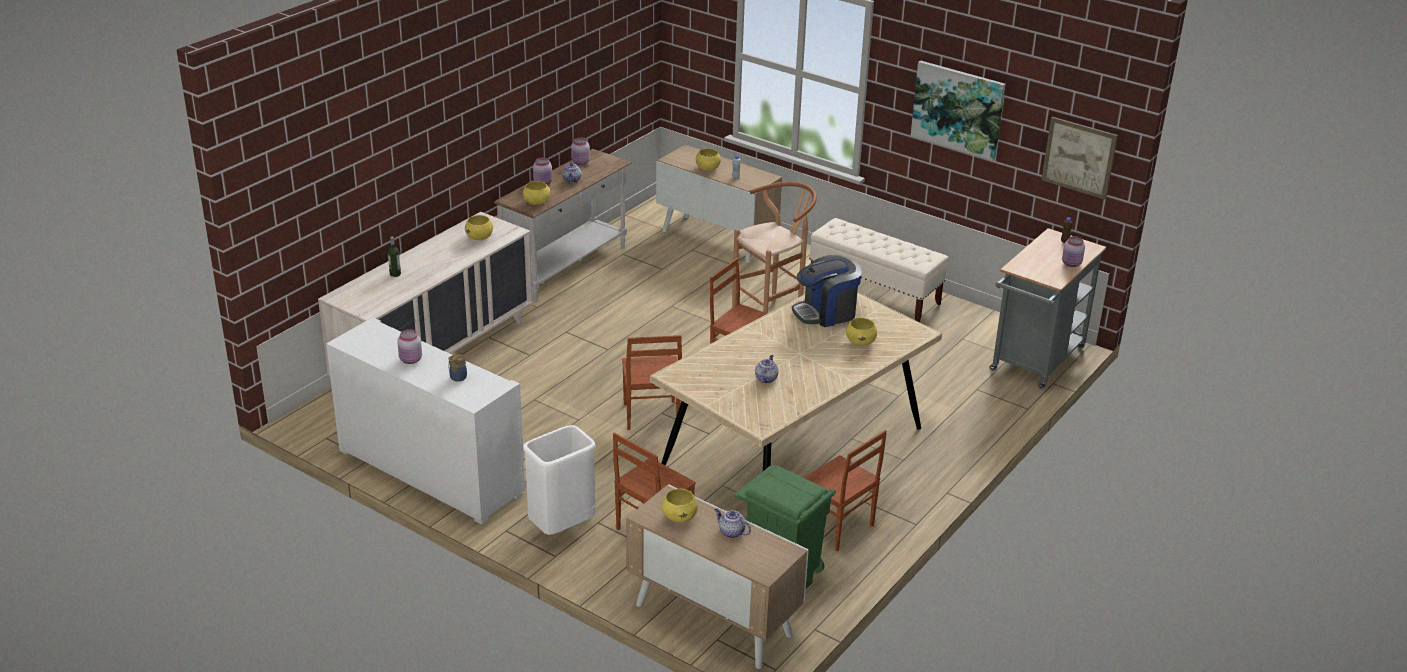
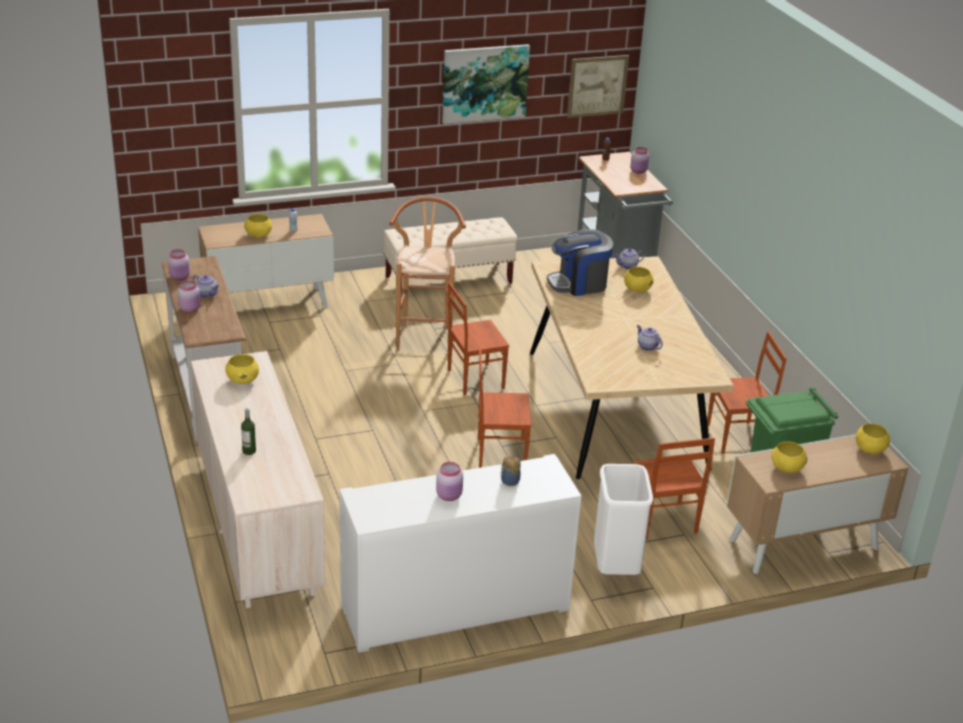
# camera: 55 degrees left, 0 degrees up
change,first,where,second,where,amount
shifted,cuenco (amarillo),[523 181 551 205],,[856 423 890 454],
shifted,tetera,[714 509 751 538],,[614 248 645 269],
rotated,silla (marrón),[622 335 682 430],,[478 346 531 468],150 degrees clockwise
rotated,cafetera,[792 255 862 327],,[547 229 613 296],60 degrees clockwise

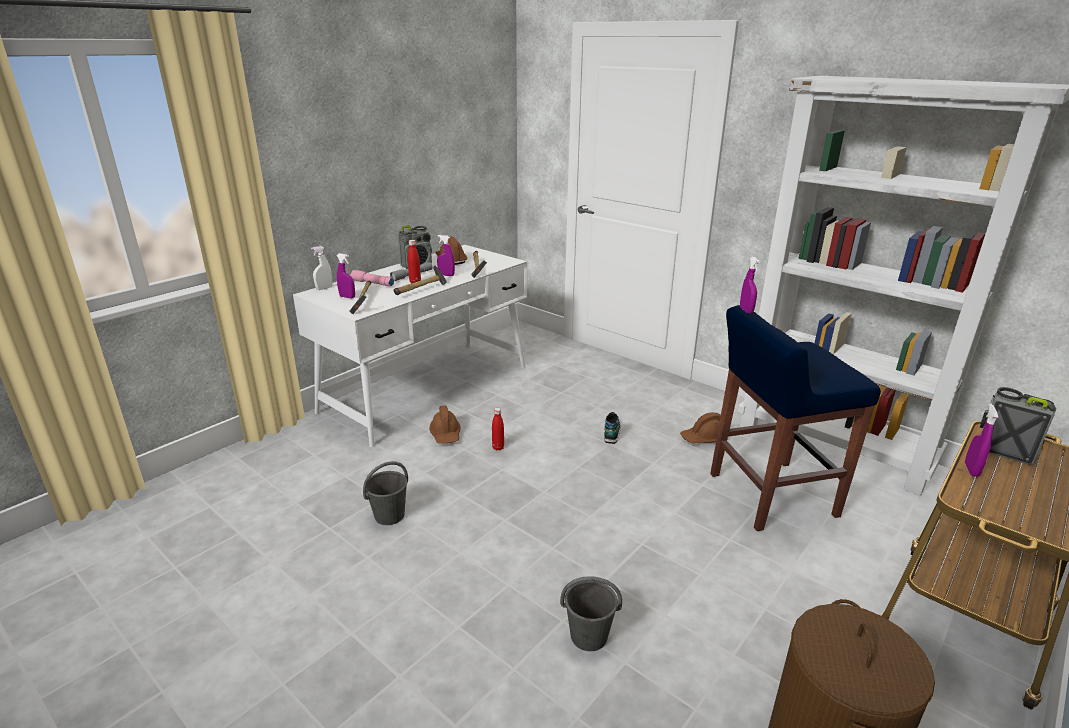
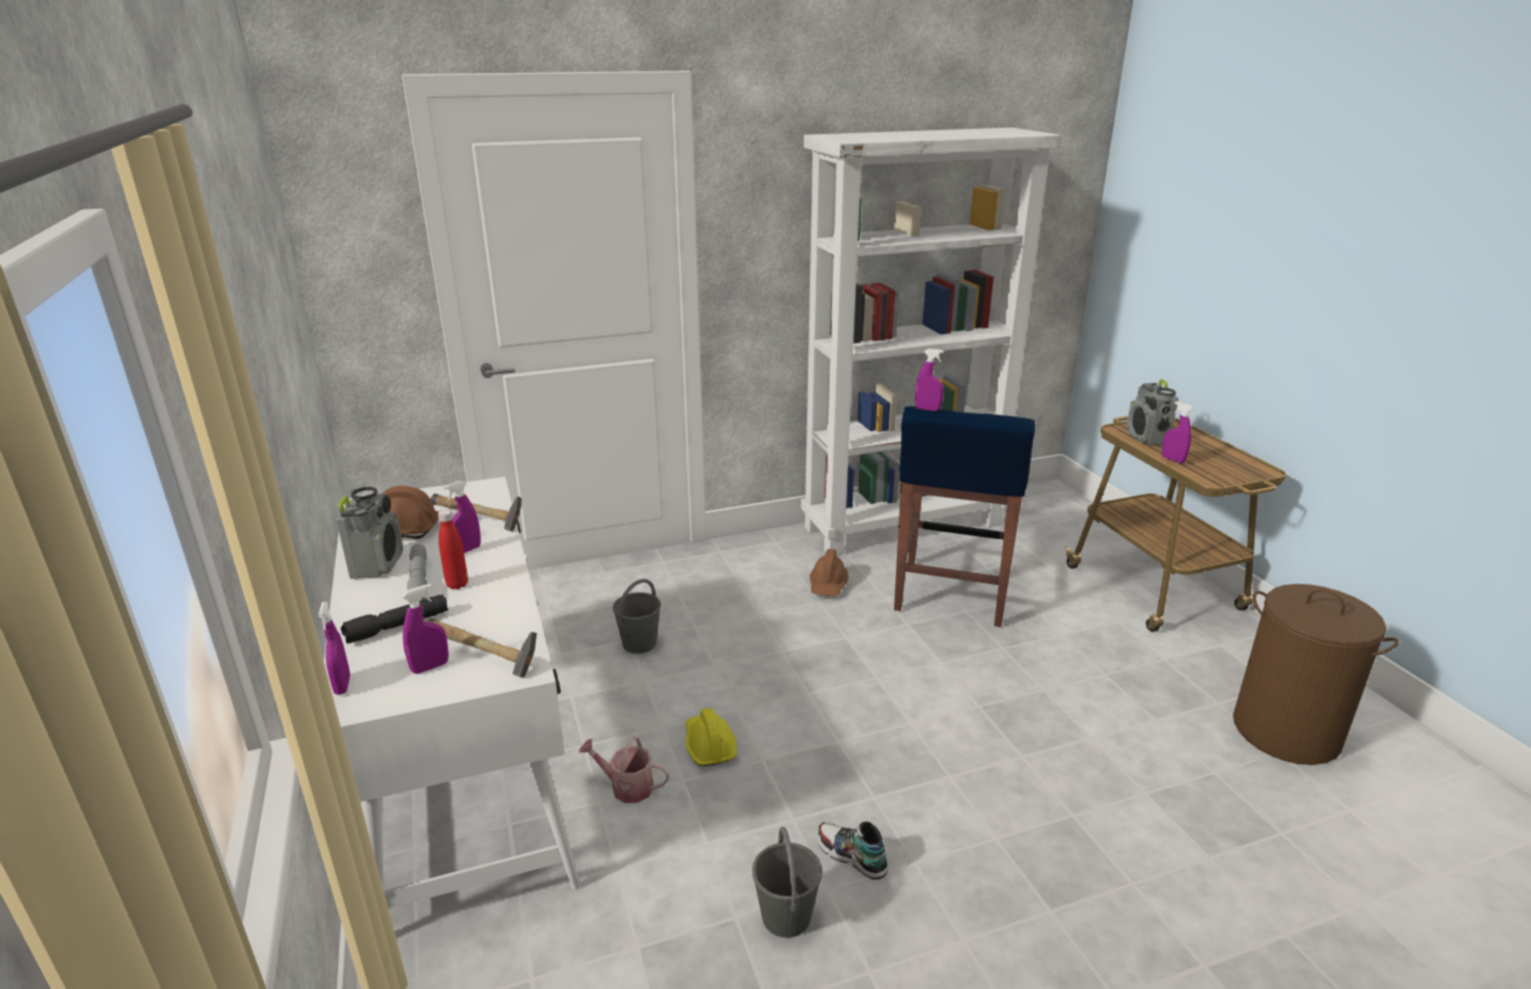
# camera: 60 degrees left, 0 degrees up
change,first,where,second,where,amount
gone,martillo,[394 265 447 295],,,
shifted,cubo (gris),[560 576 622 651],,[613 579 661 654],
shifted,zapato,[604 412 621 444],,[818 821 888 880],
swapped,casco (marrón),[429 405 461 444],regadera,[578 737 670 803],
swapped,botella (rojo),[492 408 504 451],casco (amarillo),[685 708 737 766],
repainted,pulverizador (blanco),[311 246 332 290],pulverizador (morado),[318 601 350 695],
repainted,linterna (rosa),[350 270 394 286],linterna (negro),[341 594 448 644],
rotated,radio,[980 387 1056 465],,[1126 379 1179 445],75 degrees counterclockwise

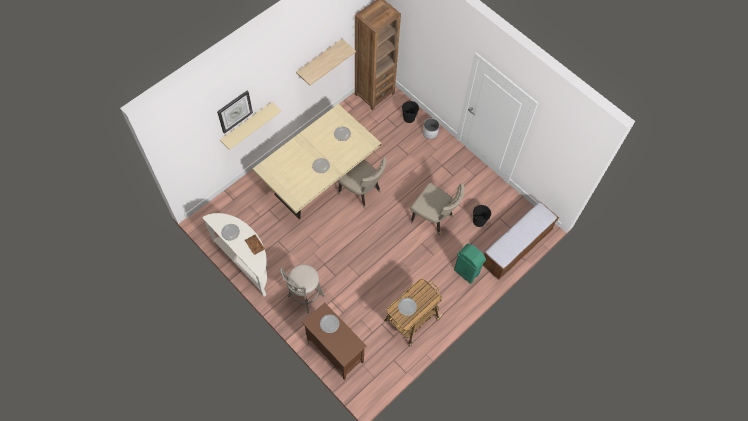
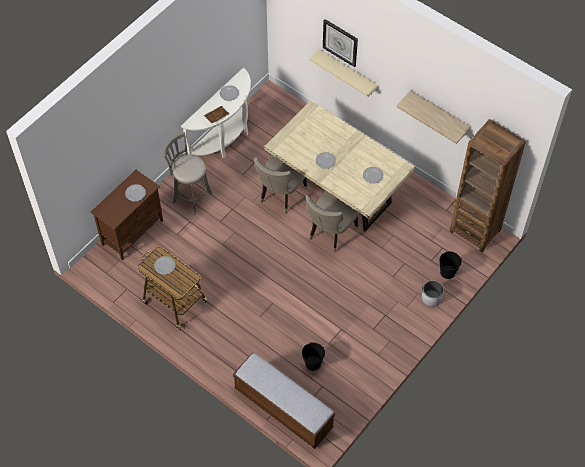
# camera: 85 degrees right, 5 degrees down
change,first,where,second,where,amount
gone,papelera (verde),[454 244 486 284],,,
shifted,silla (beis),[410 183 464 235],,[254 155 307 213],

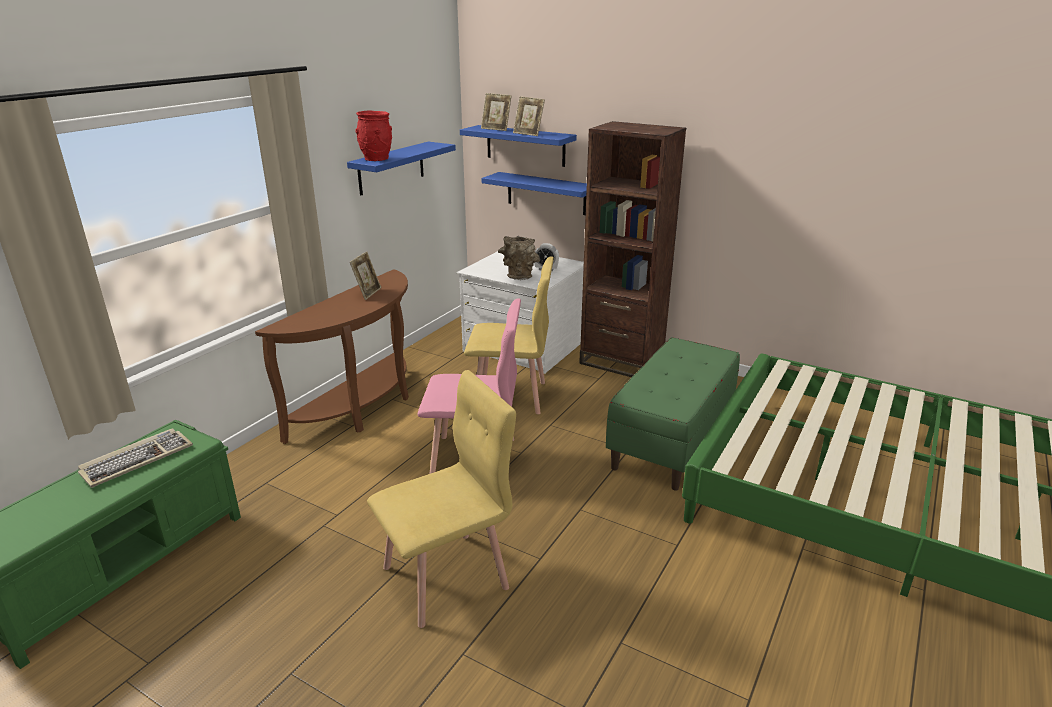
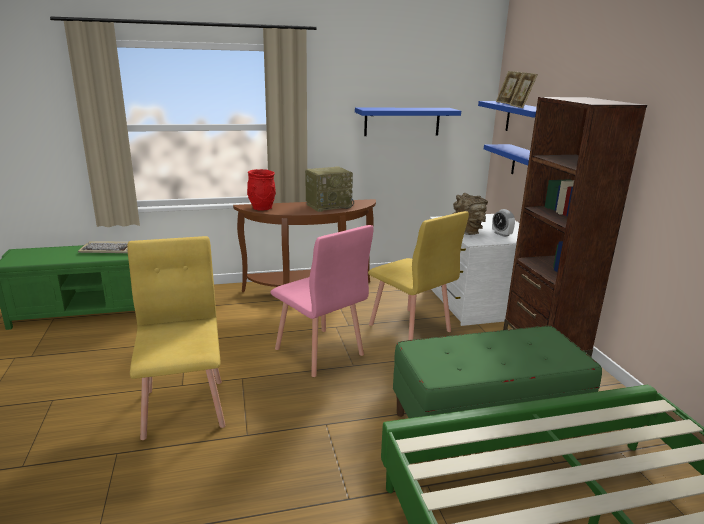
# camera: 45 degrees right, 5 degrees down
change,first,where,second,where,amount
shifted,florero (rojo),[355 110 392 161],,[247 169 276 211],
swapped,portarretratos,[350 252 381 300],radio,[305 166 354 212],
rotated,silla (amarillo),[367 370 516 628],,[127 236 226 440],120 degrees counterclockwise

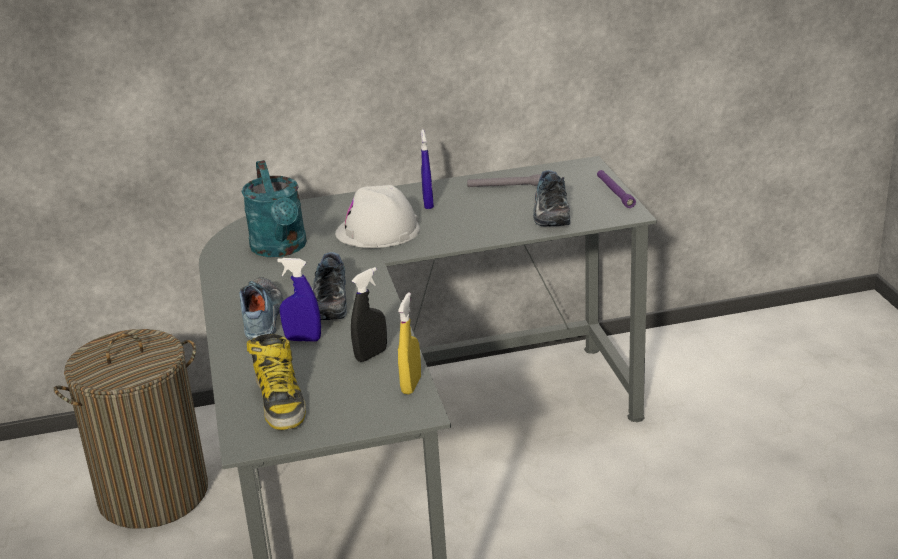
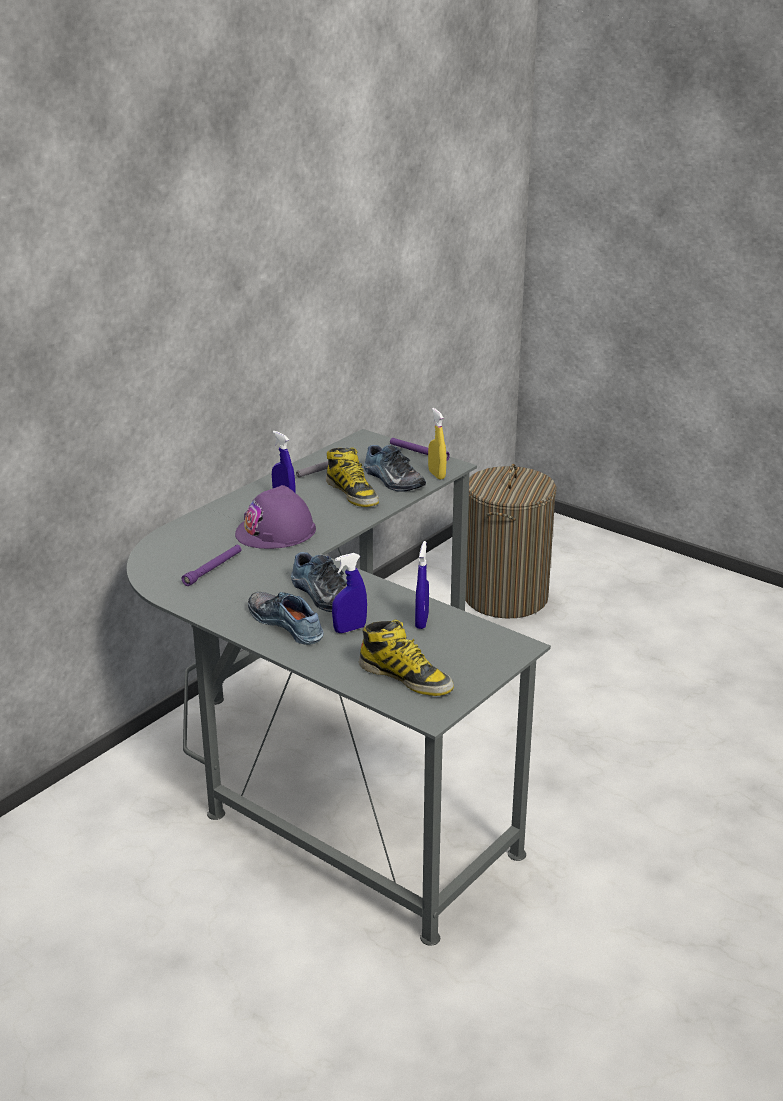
# camera: 40 degrees left, 0 degrees up
change,first,where,second,where,amount
new,,,bota,[326 447 379 507],
shifted,cesto de la ropa,[54 329 208 529],,[465 464 557 619],
shifted,pulverizador (amarillo),[398 292 421 394],,[428 408 446 480],
swapped,regadera (turquesa),[241 160 307 257],linterna (morado),[182 545 241 586],
repainted,casco (blanco),[335 185 420 248],casco (morado),[235 485 316 549],
repainted,pulverizador (negro),[351 267 387 362],pulverizador (azul),[415 541 429 629],

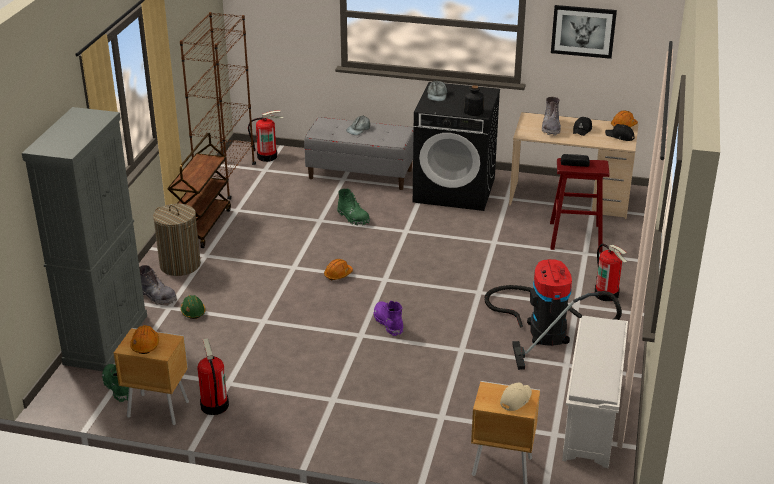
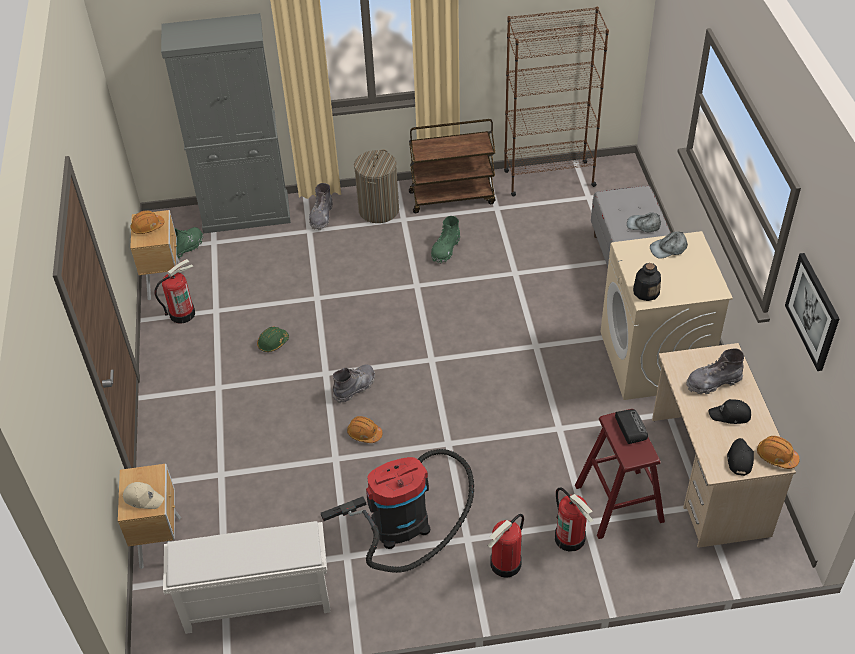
# camera: 70 degrees right, 15 degrees up
change,first,where,second,where,amount
shifted,casco (verde),[181 295 206 319],,[257 327 289 352],
shifted,extintor,[248 110 283 162],,[555 487 594 552],
shifted,casco (naranja),[324 259 353 281],,[347 416 383 443],
shifted,bota (verde),[337 188 370 225],,[431 216 460 264],
repainted,bota (morado),[374 301 404 336],bota (gris),[332 364 375 404],
repainted,lavadora (negro),[413 82 500 211],lavadora (beis),[600 231 733 400],

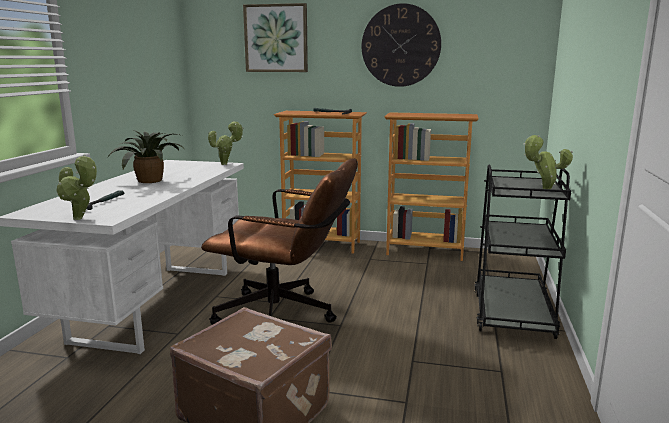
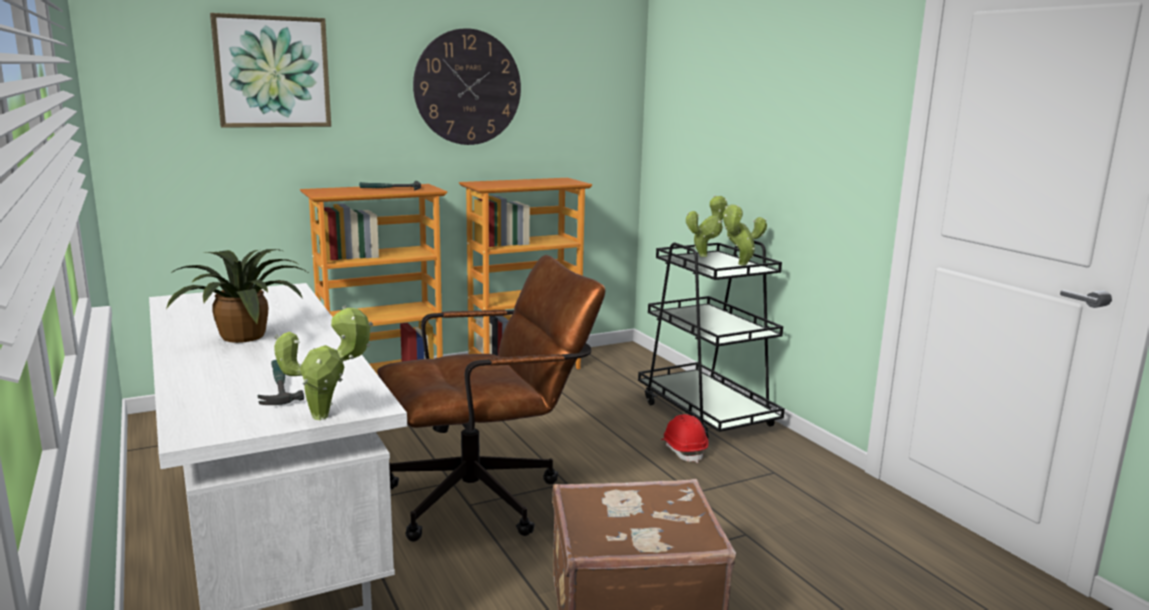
# camera: 40 degrees left, 0 degrees up
change,first,where,second,where,amount
new,,,casco (rojo),[661 414 709 463],
shifted,planta en maceta,[208 121 244 165],,[686 195 728 257],

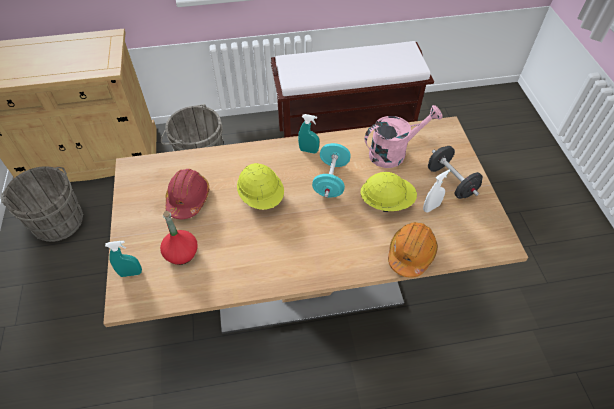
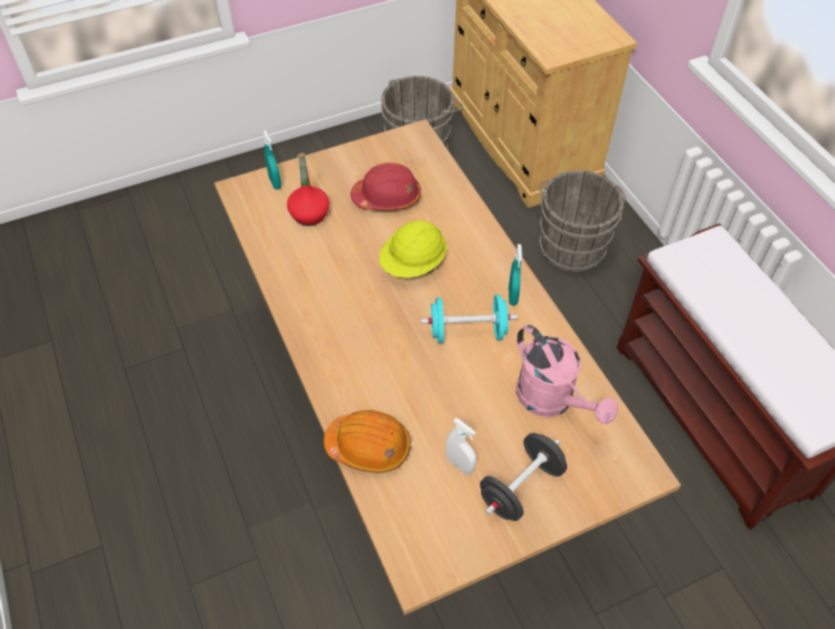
# camera: 75 degrees right, 0 degrees up
change,first,where,second,where,amount
gone,casco (amarillo),[360 172 417 212],,,

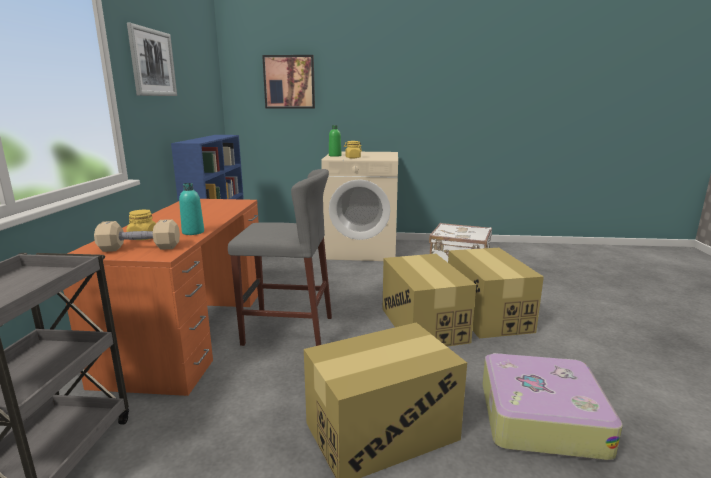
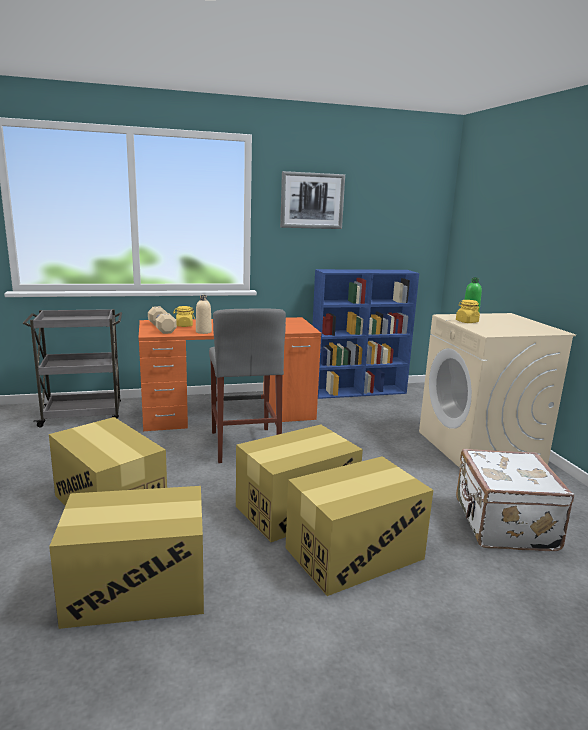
# camera: 70 degrees right, 0 degrees up
change,first,where,second,where,amount
gone,cuadro,[262 55 315 109],,,
swapped,maleta,[482 353 623 460],caja de cartón,[49 486 204 629],
repainted,botella (turquesa),[179 183 204 235],botella (beis),[196 295 212 334],

